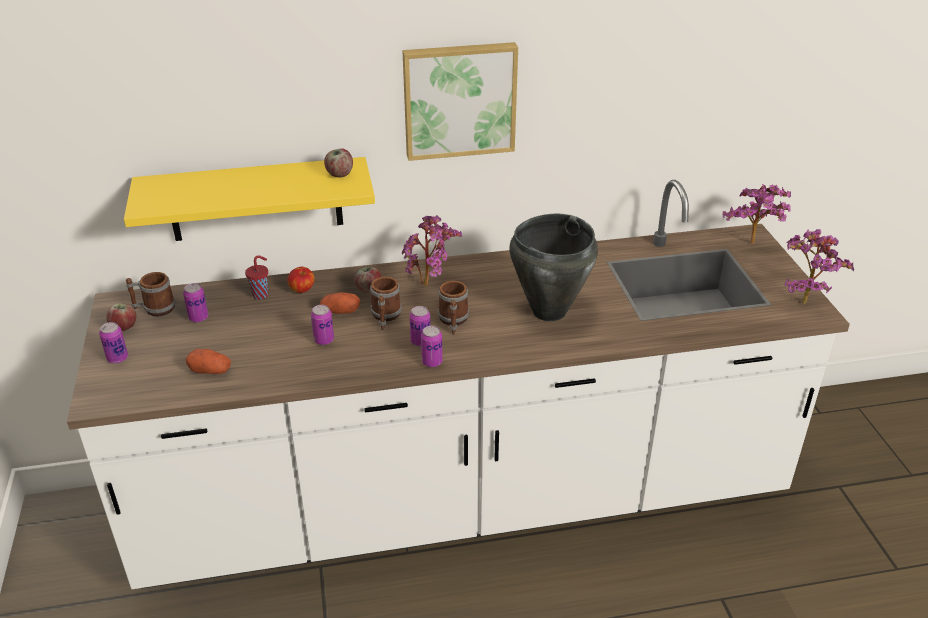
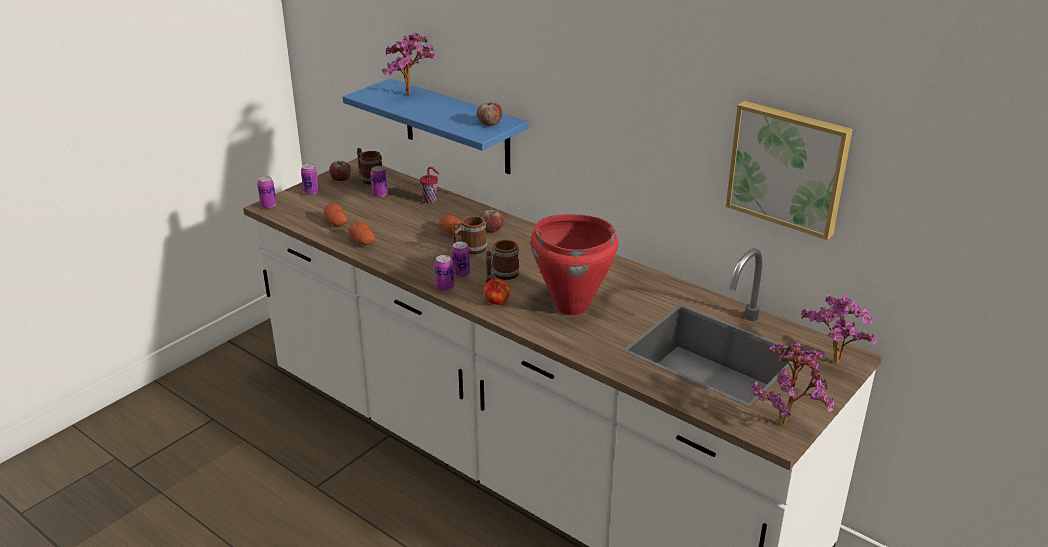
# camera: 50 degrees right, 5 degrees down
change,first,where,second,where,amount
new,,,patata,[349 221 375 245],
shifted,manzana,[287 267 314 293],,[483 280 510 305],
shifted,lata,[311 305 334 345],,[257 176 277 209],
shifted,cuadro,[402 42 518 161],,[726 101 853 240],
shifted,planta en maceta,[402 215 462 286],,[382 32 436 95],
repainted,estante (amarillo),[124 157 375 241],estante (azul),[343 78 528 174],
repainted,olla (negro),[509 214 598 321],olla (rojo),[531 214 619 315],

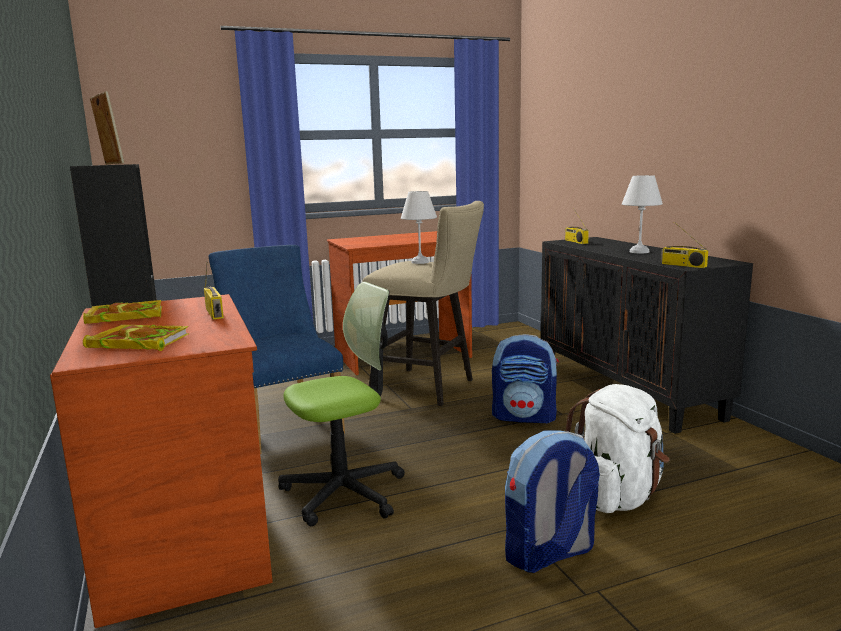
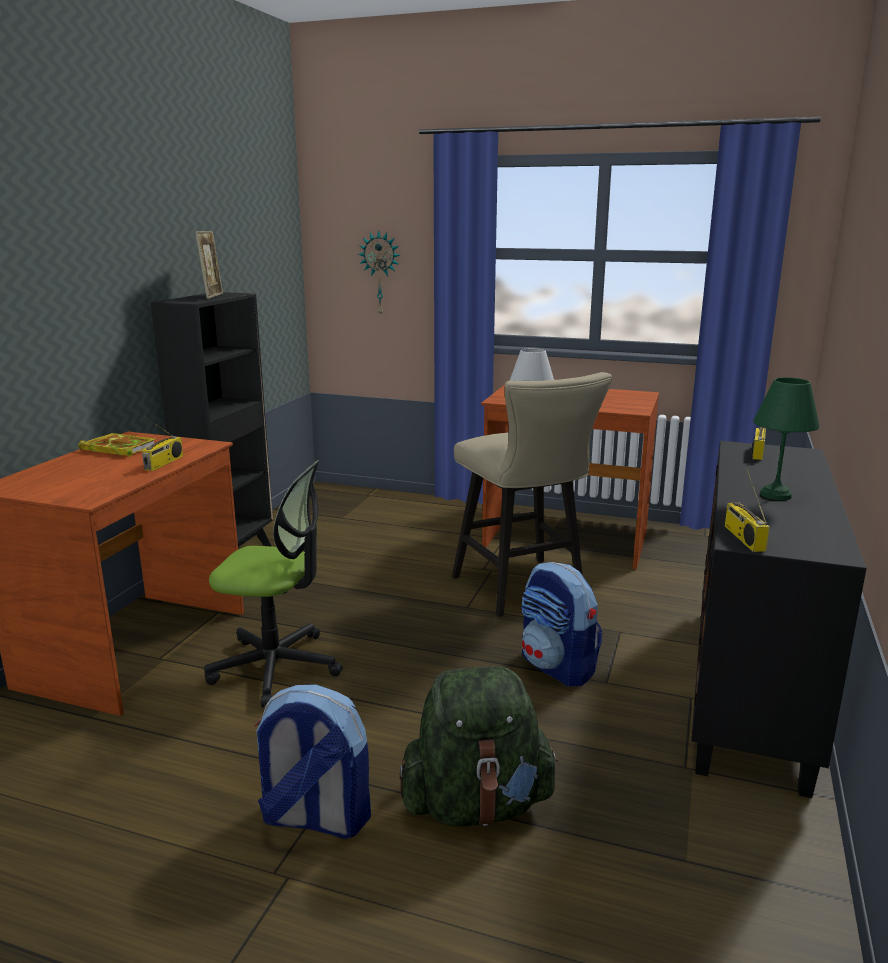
# camera: 40 degrees right, 5 degrees up
change,first,where,second,where,amount
gone,libro,[83 325 189 351],,,
gone,silla (azul),[209 245 345 454],,,
new,,,reloj de pared,[358 230 400 317],
repainted,mochila (blanco),[565 384 670 513],mochila (verde),[399 666 559 827],
repainted,lámpara de mesa (blanco),[622 175 663 253],lámpara de mesa (verde),[753 377 820 500],

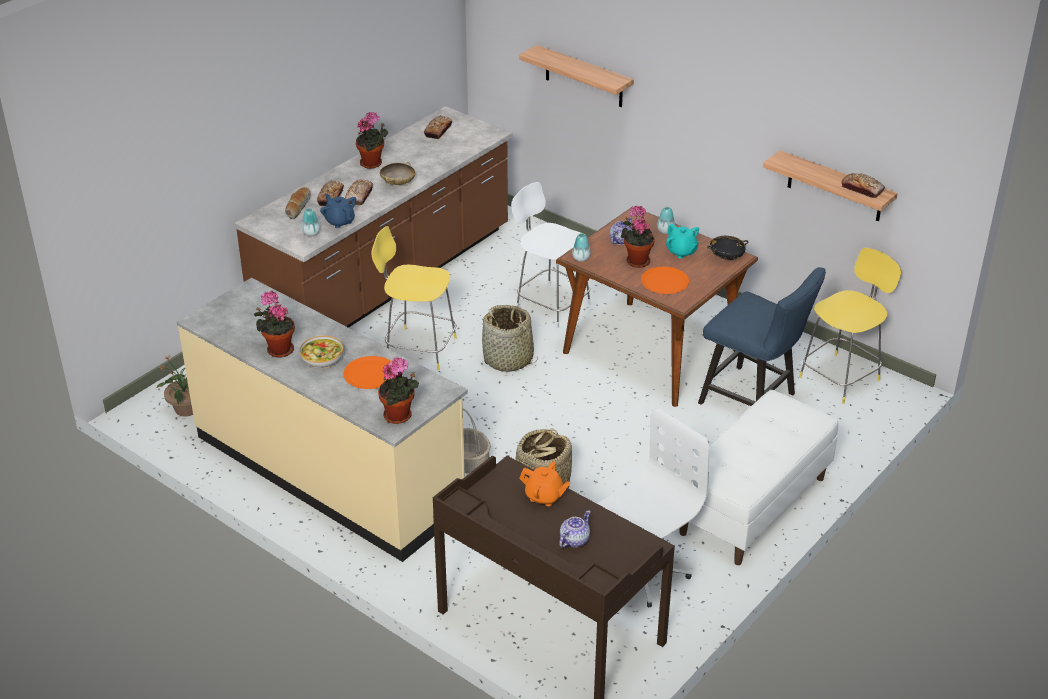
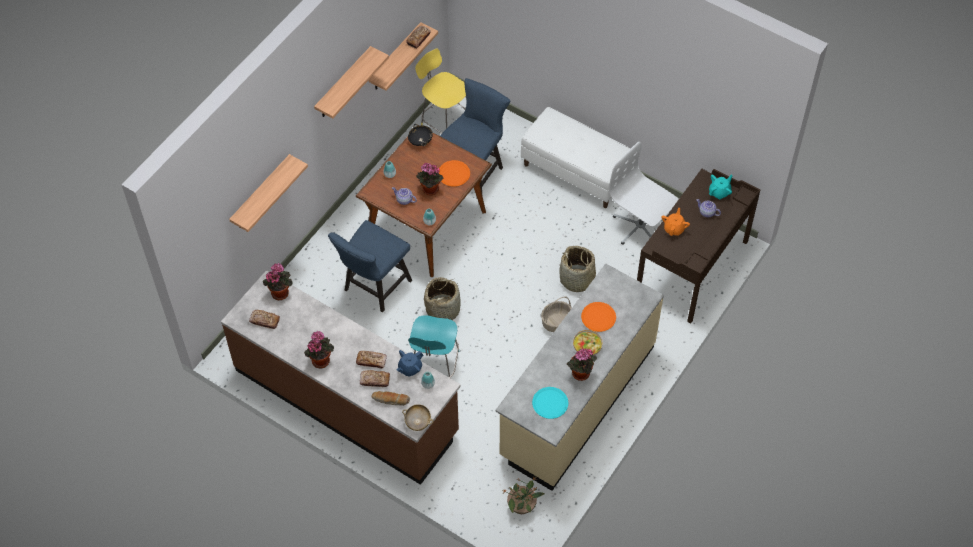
# camera: 95 degrees left, 20 degrees up
change,first,where,second,where,amount
new,,,estante,[314 46 389 119],
new,,,plato (turquesa),[532 387 568 419],
shifted,planta en maceta,[378 357 419 424],,[263 263 293 300],
shifted,cuenco (beis),[380 162 415 185],,[402 404 433 431],
shifted,tetera (turquesa),[666 224 699 259],,[709 174 733 199],
swapped,taburete (blanco),[511 182 591 329],silla (azul),[328 220 412 312],
repainted,taburete (amarillo),[372 226 457 370],taburete (turquesa),[408 315 460 378],

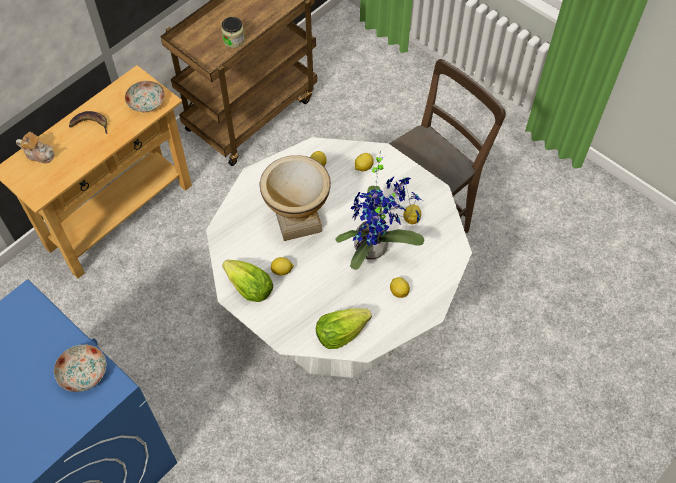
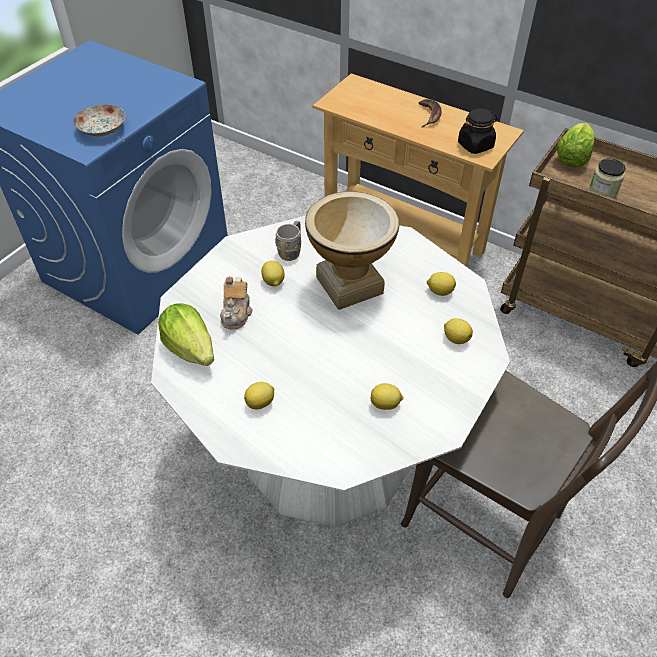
# camera: 80 degrees right, 10 degrees down
change,first,where,second,where,amount
gone,planta en maceta,[335 151 424 270],,,
new,,,taza grande (gris),[275 221 301 261],
shifted,tetera,[16 132 54 163],,[220 276 253 330],
shifted,lechuga,[222 260 273 302],,[556 123 594 167],
swapped,plato,[125 81 165 112],tarro (negro),[458 109 498 154],

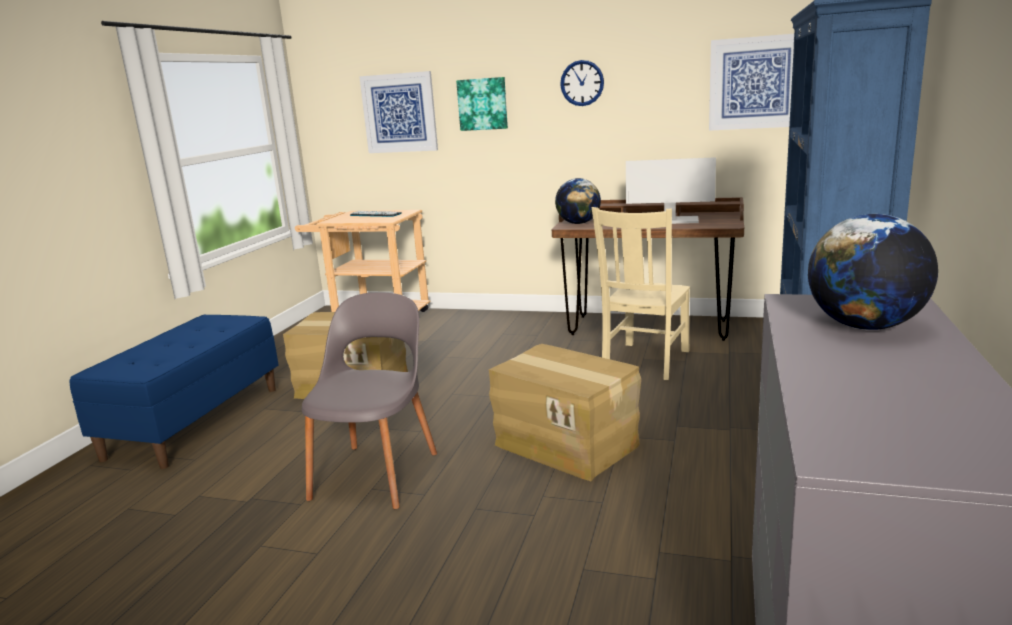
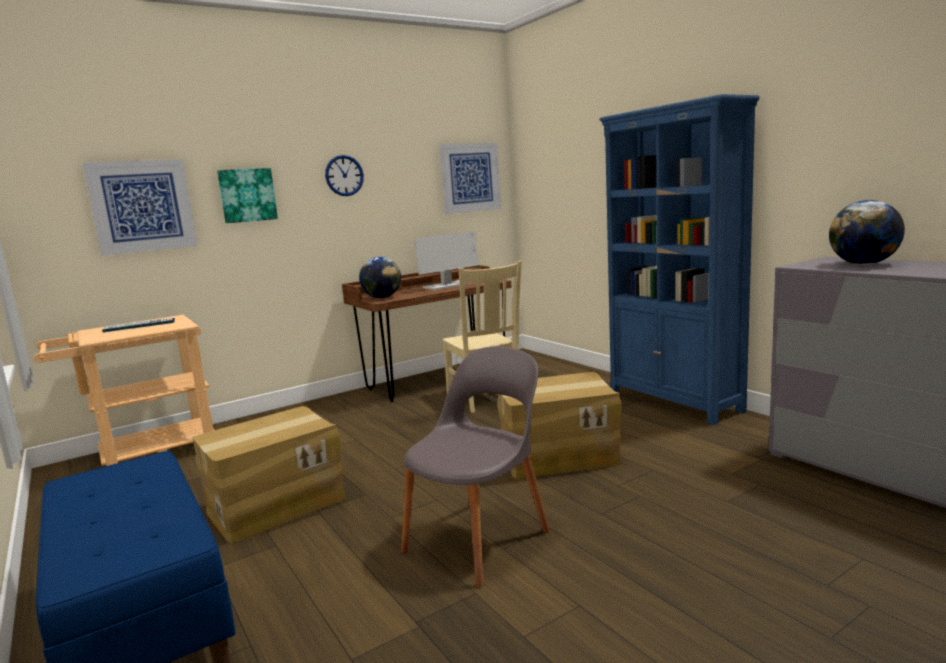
# camera: 50 degrees left, 5 degrees down
change,first,where,second,where,amount
rotated,silla (gris),[302 292 437 509],,[401 347 550 587],75 degrees clockwise

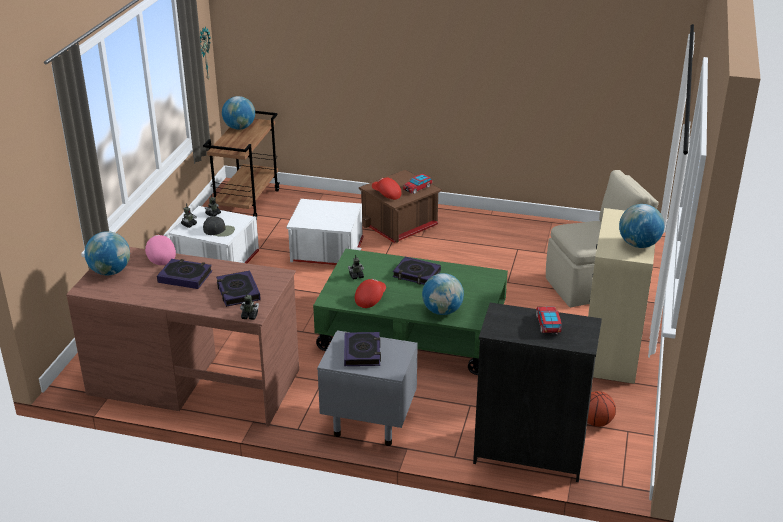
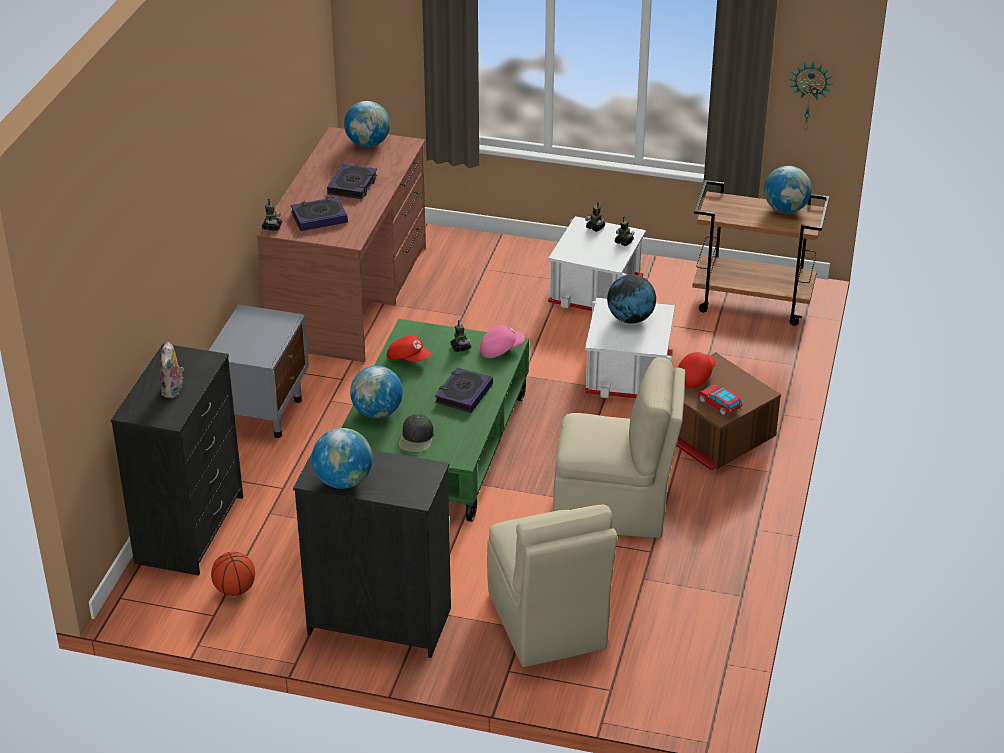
# camera: 90 degrees right, 5 degrees up
change,first,where,second,where,amount
gone,libro,[344 332 381 366],,,
new,,,silla (beis),[553 357 685 538],
new,,,globo terráqueo,[607 274 656 324],
shifted,gorra (rosa),[145 235 176 265],,[480 325 525 358],
shifted,gorra (negro),[203 216 235 237],,[398 414 434 452],
swapped,coche de juguete,[536 307 561 334],peluche,[160 342 184 398],
repainted,cómoda (beis),[588 208 655 384],cómoda (negro),[293 450 451 658],

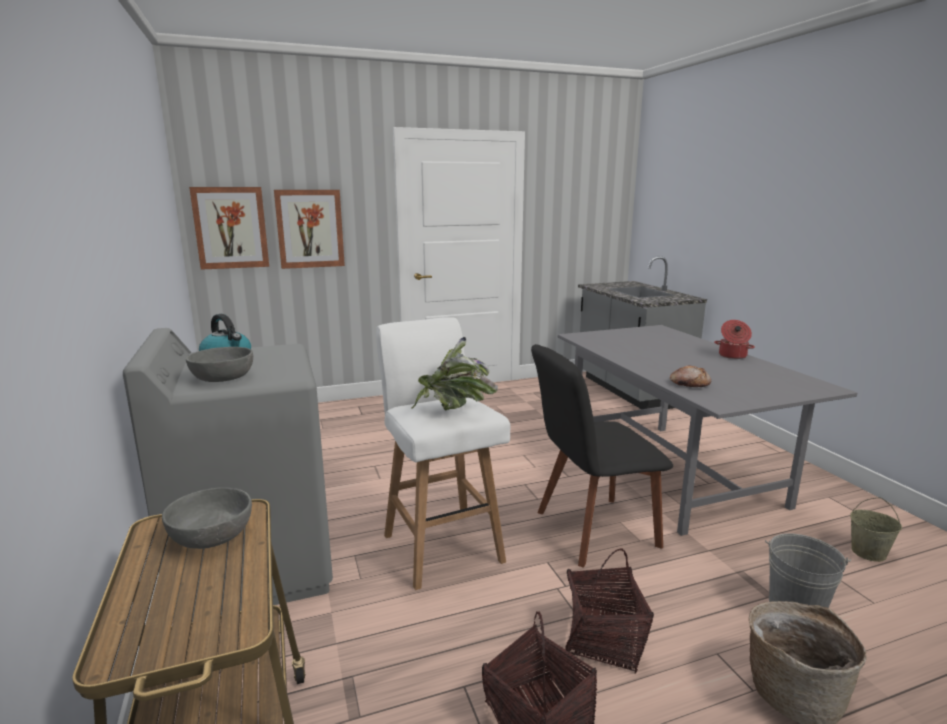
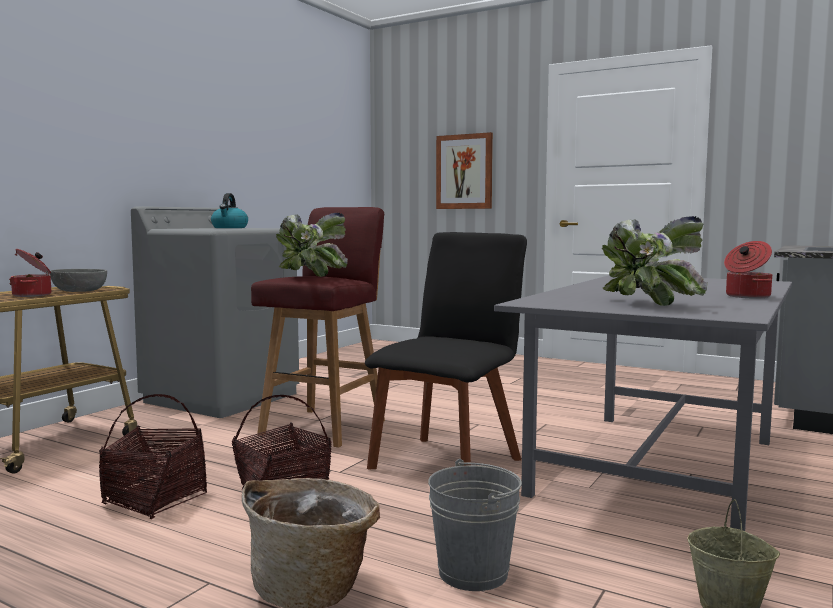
# camera: 50 degrees right, 10 degrees down
change,first,where,second,where,amount
gone,cuenco (gris),[186 347 253 382],,,
gone,cuadro,[189 187 269 270],,,
gone,pan,[670 365 711 387],,,
new,,,olla,[9 249 51 297],
new,,,planta en maceta,[602 216 708 306],
repainted,taburete (blanco),[376 317 510 590],taburete (rojo),[251 207 385 448],
rotated,silla (negro),[531 344 673 568],,[365 232 527 469],90 degrees clockwise

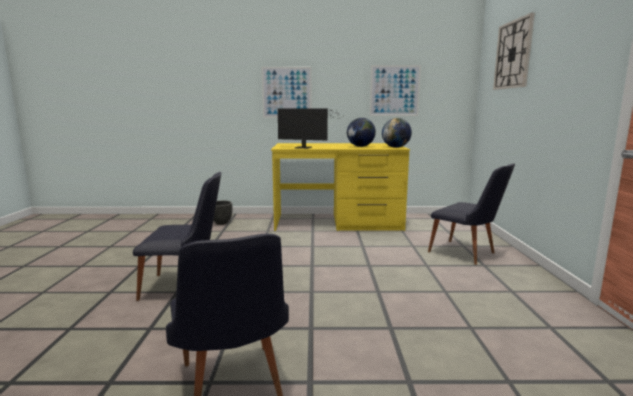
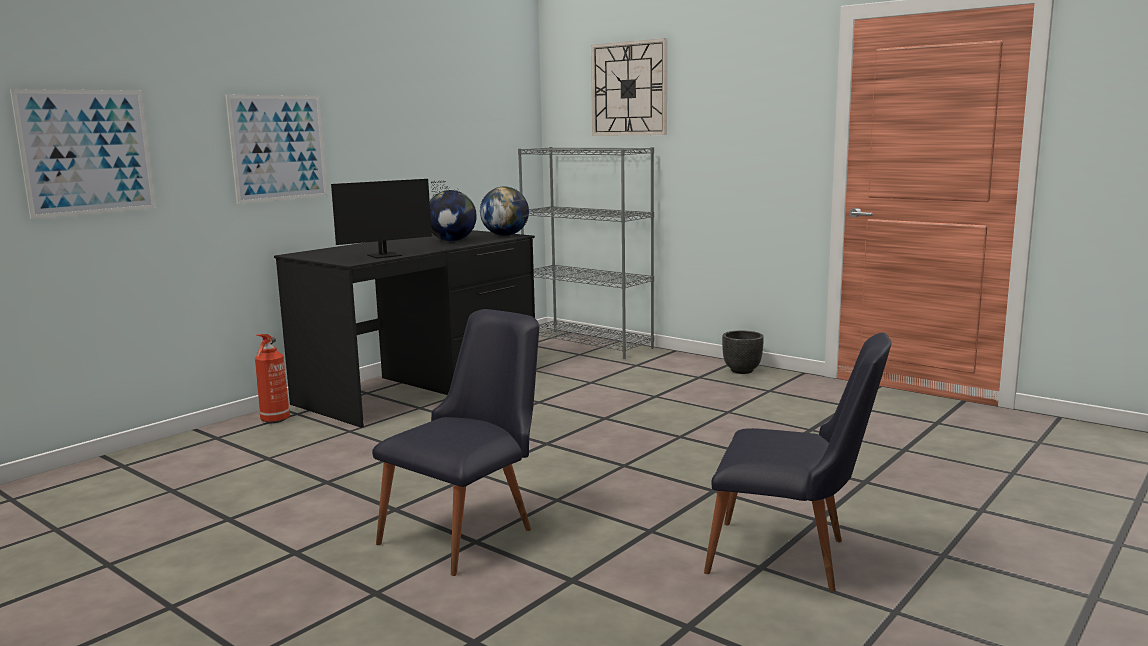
# camera: 50 degrees left, 0 degrees up
change,first,where,second,where,amount
gone,silla (negro),[428 163 515 265],,,
new,,,extintor,[255 334 290 423],
new,,,estantería (gris),[518 147 654 359],
shifted,maceta (negro),[213 201 232 225],,[722 331 764 374],
shifted,cuadro,[370 65 421 116],,[10 89 156 219],
repainted,escritorio (amarillo),[271 143 410 231],escritorio (negro),[274 230 537 428],

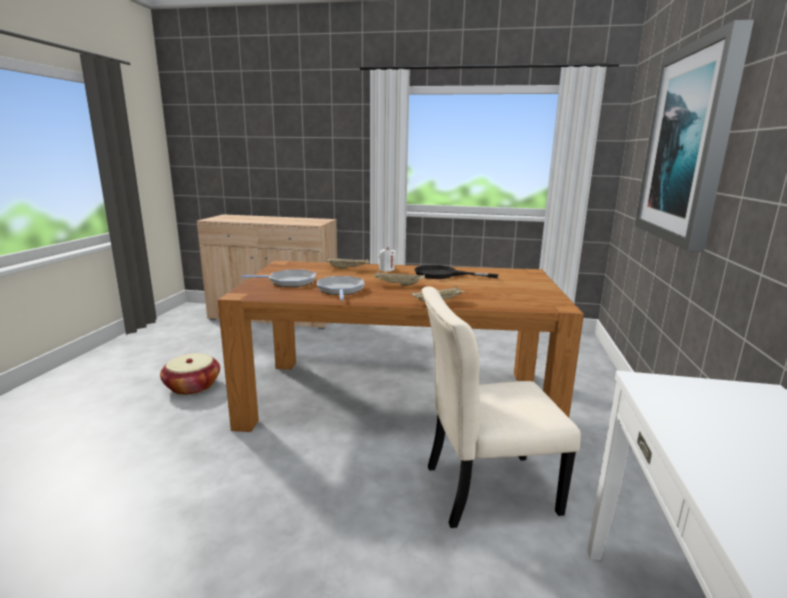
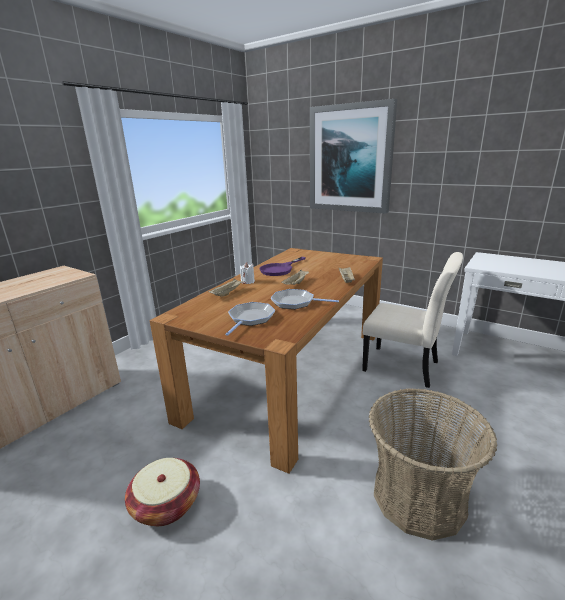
# camera: 65 degrees left, 5 degrees up
change,first,where,second,where,amount
new,,,cesta,[369 388 497 541],
repainted,sartén (negro),[414 265 498 279],sartén (morado),[260 257 306 276],
rotated,silla (beis),[422 286 581 528],,[362 252 463 388],75 degrees counterclockwise

